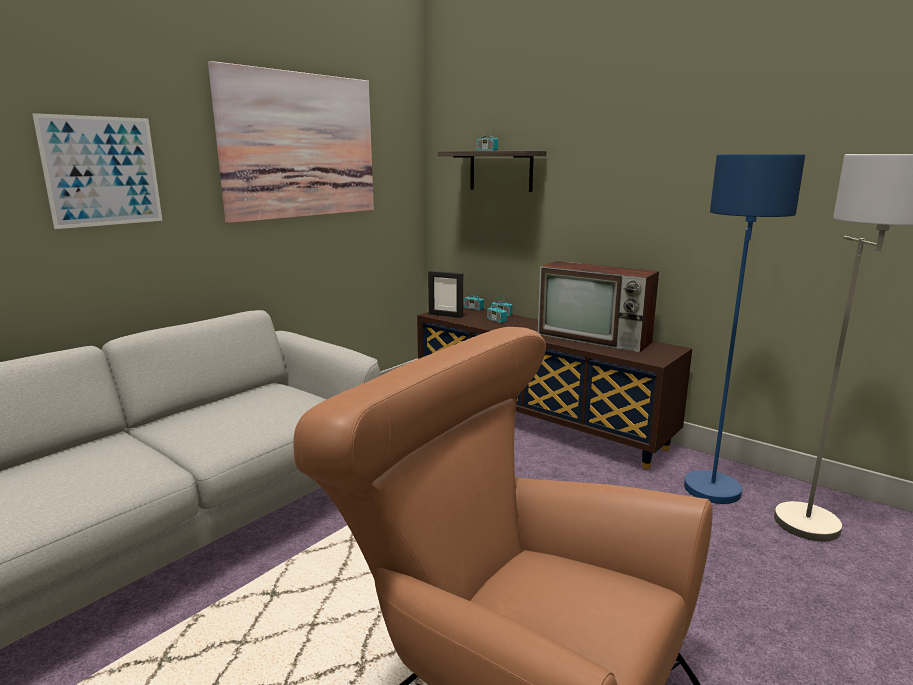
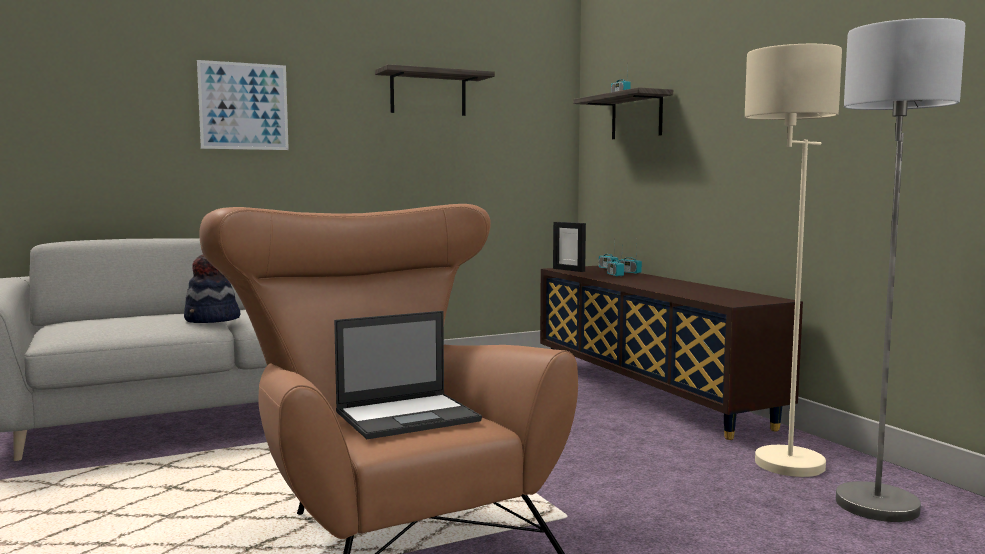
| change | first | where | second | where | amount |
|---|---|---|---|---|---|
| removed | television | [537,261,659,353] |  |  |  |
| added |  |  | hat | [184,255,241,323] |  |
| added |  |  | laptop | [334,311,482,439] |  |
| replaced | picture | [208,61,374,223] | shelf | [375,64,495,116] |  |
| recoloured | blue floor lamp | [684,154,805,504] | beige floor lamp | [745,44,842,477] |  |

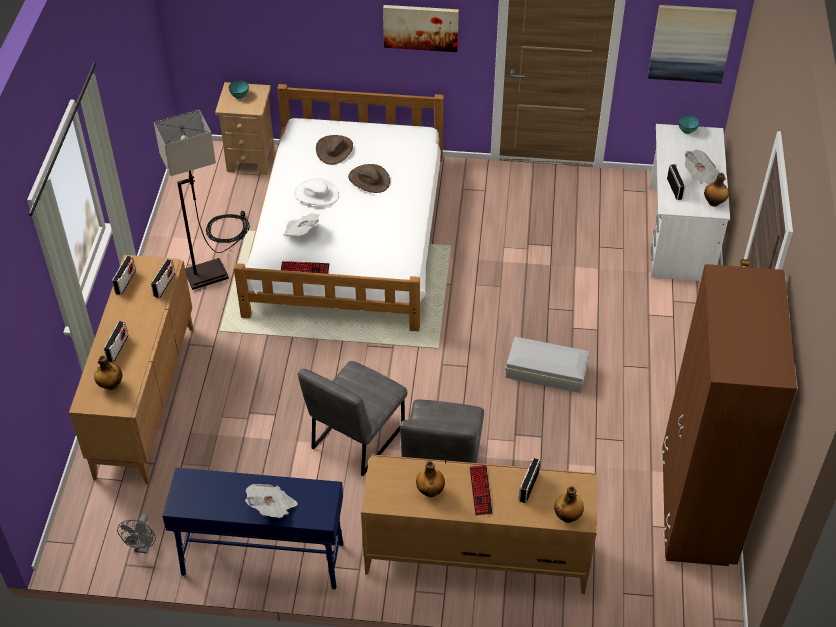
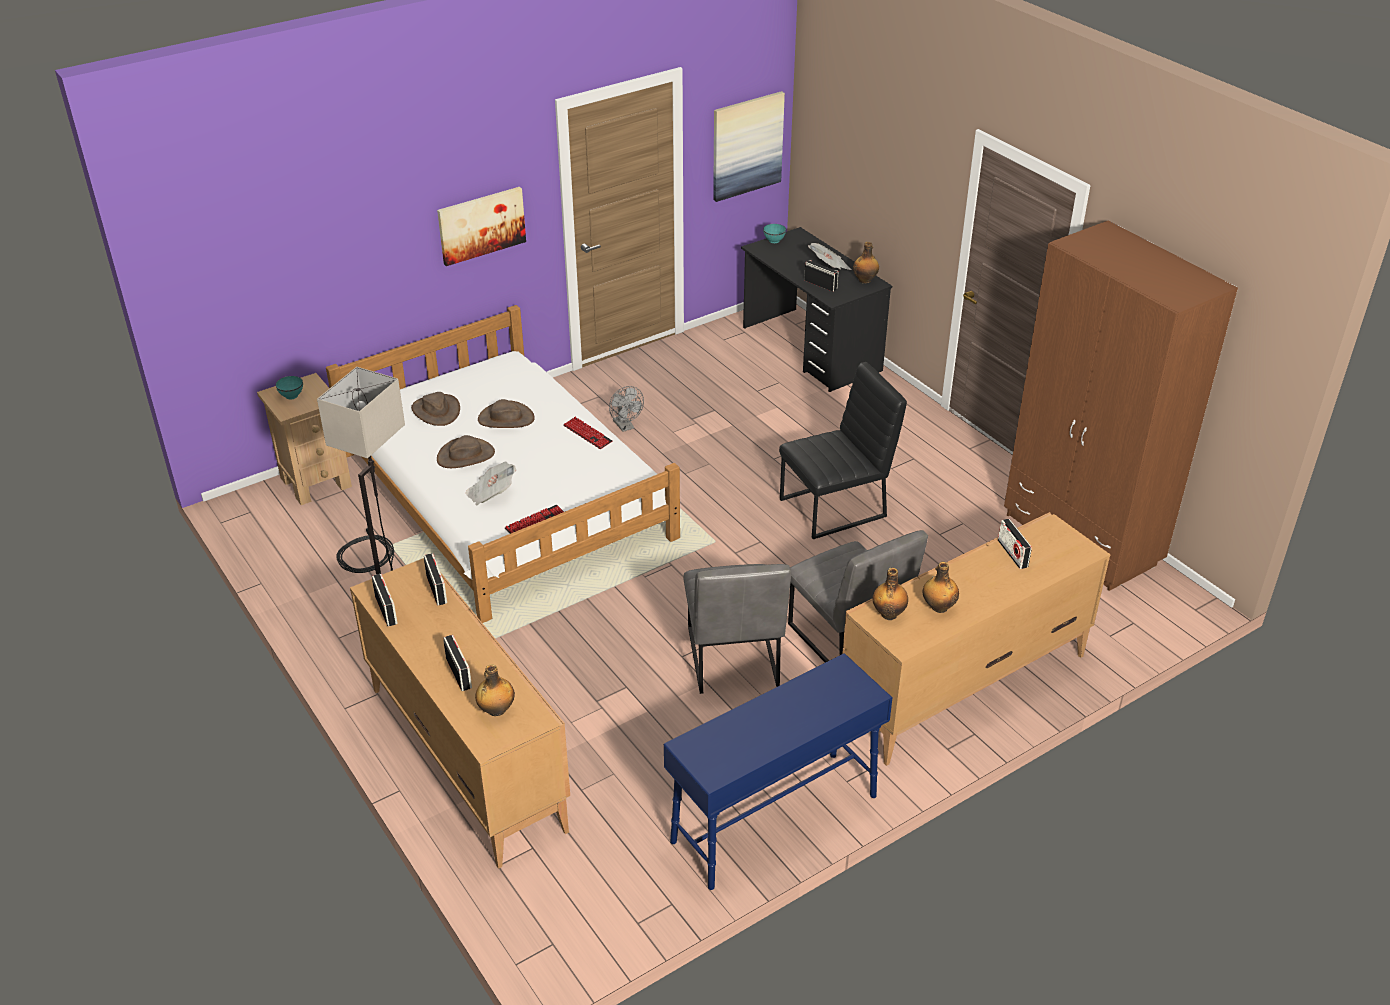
| change | first | where | second | where | amount |
|---|---|---|---|---|---|
| removed | newspaper | [245,484,298,518] |  |  |  |
| moved | grey fan | [117,514,156,554] |  | [609,386,644,432] |  |
| moved | keyboard | [470,465,492,515] |  | [563,417,613,449] |  |
| moved | bottle | [554,486,584,523] |  | [873,568,908,620] |  |
| replaced | white storage box | [505,337,590,393] | black chair | [779,362,907,539] |  |
| recoloured | white hat | [294,178,339,206] | brown hat | [437,435,495,468] |  |
| recoloured | white desk | [649,124,730,281] | black desk | [741,227,892,392] |  |

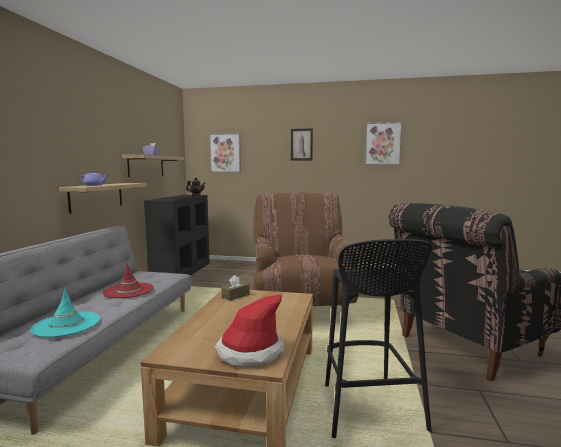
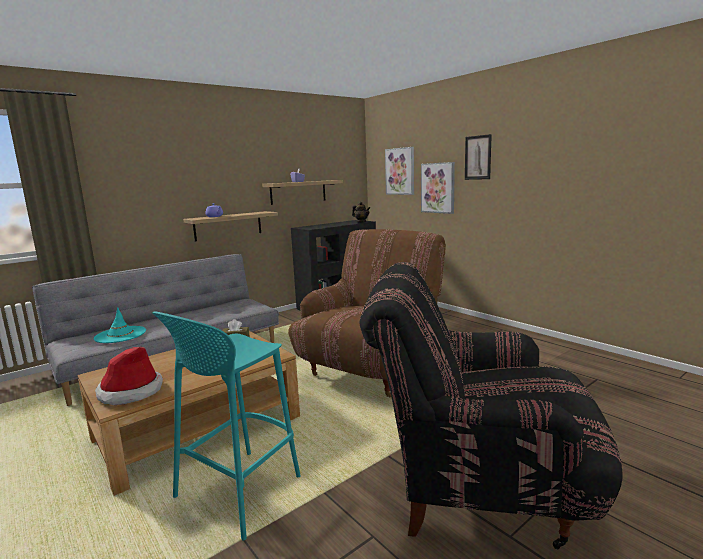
| change | first | where | second | where | amount |
|---|---|---|---|---|---|
| removed | red hat | [103,263,154,298] |  |  |  |
| moved | picture | [365,122,402,165] |  | [421,162,455,214] |  |
| recoloured | black stool | [325,239,432,438] | turquoise stool | [152,311,301,541] |  |

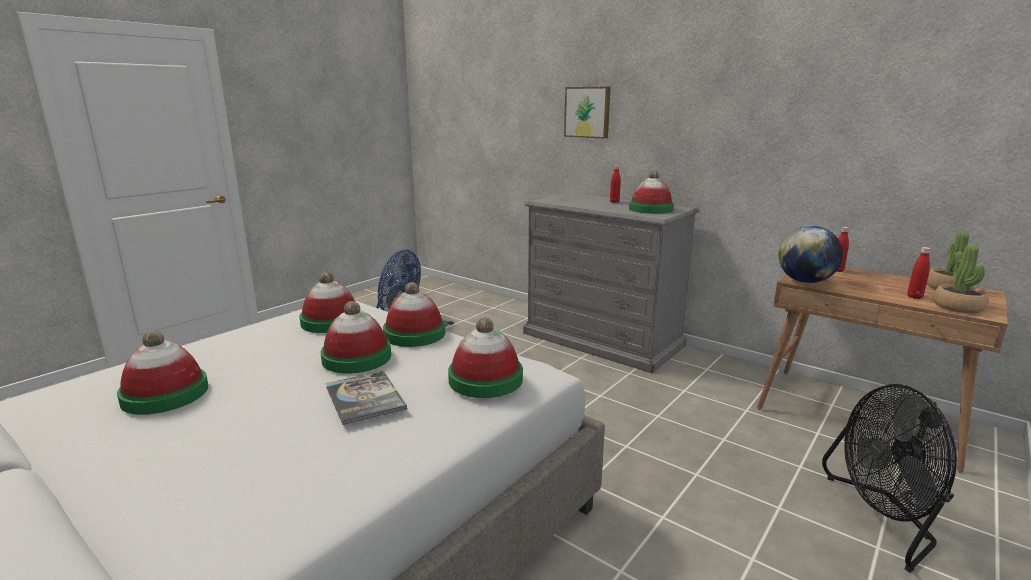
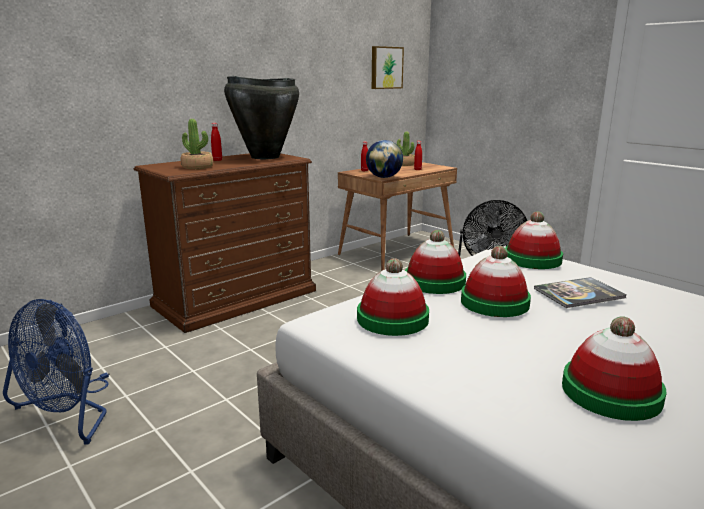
| change | first | where | second | where | amount |
|---|---|---|---|---|---|
| moved | picture | [564,86,610,139] |  | [372,46,404,89] |  |
| moved | potted plant | [934,244,988,313] |  | [180,119,213,169] |  |
| replaced | hat | [629,170,674,214] | black vase | [224,76,299,159] |  |
| recoloured | grey dresser | [523,193,699,373] | brown dresser | [134,153,316,333] |  |

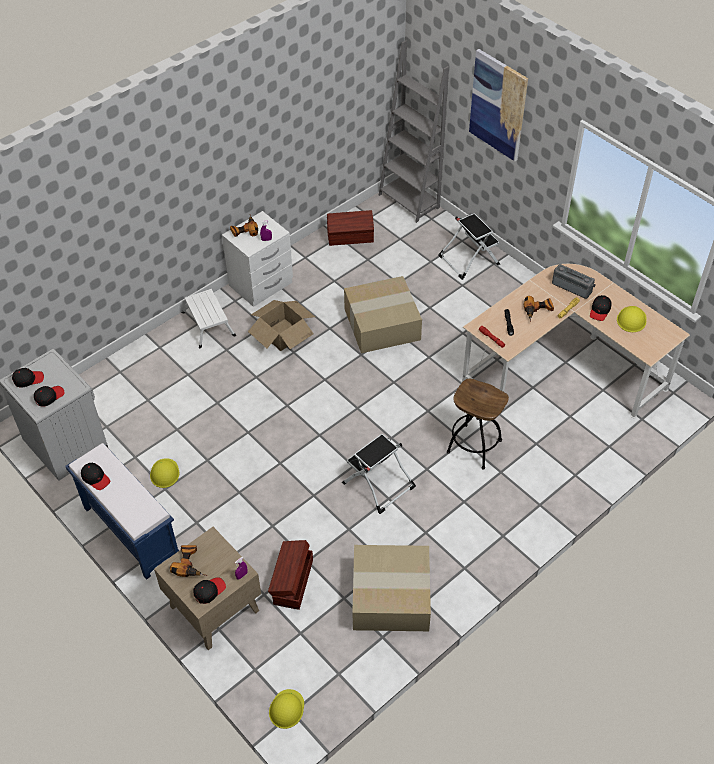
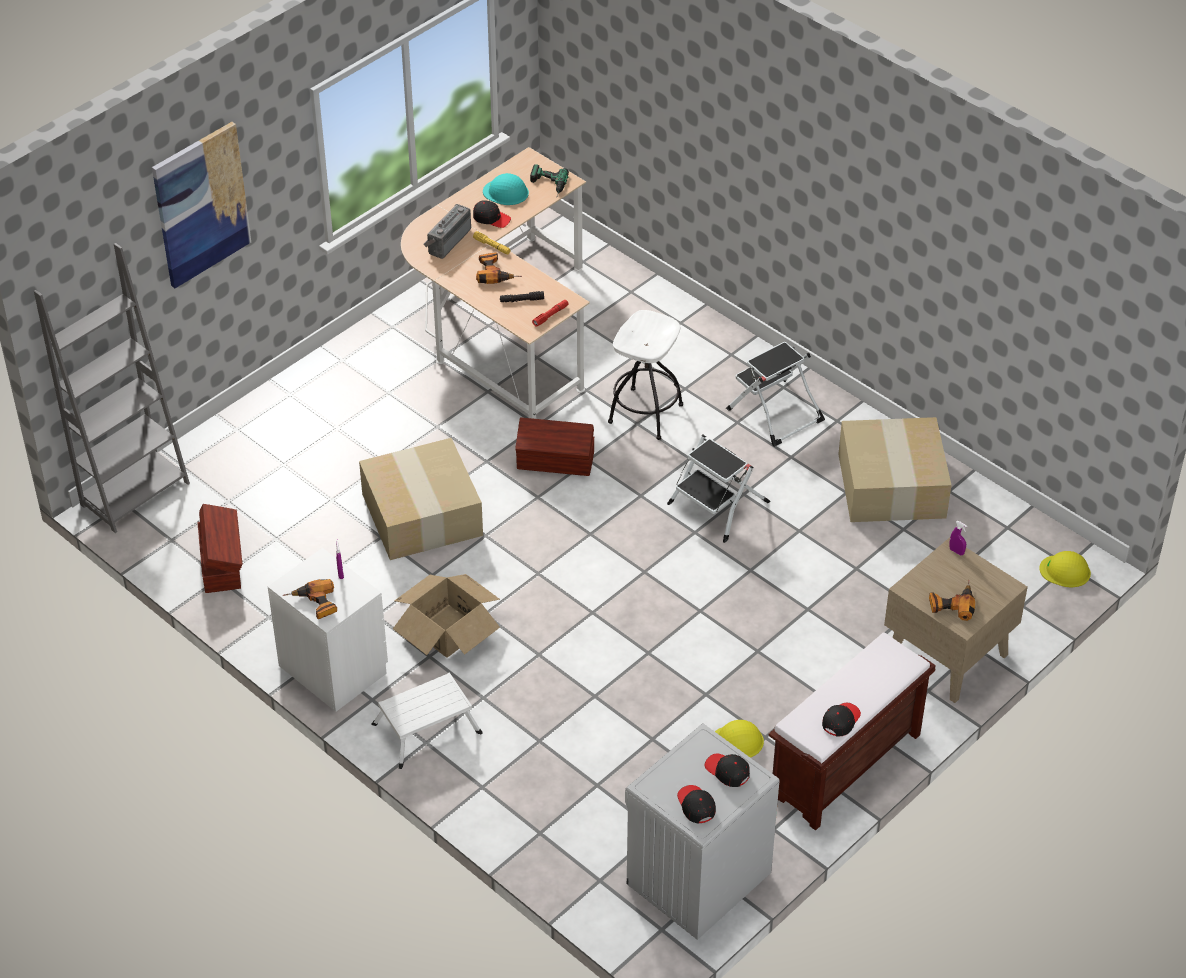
| change | first | where | second | where | amount |
|---|---|---|---|---|---|
| removed | black cap | [193,577,226,604] |  |  |  |
| added |  |  | power drill | [530,164,569,196] |  |
| moved | brown storage box | [268,540,313,610] |  | [515,417,594,476] |  |
| moved | step ladder | [438,214,500,280] |  | [726,342,825,447] |  |
| recoloured | blue bench | [65,443,179,580] | brown bench | [768,632,936,831] |  |
| recoloured | brown stool | [447,379,509,470] | white stool | [608,310,683,440] |  |
| recoloured | yellow hard hat | [617,306,646,332] | turquoise hard hat | [483,173,529,205] |  |

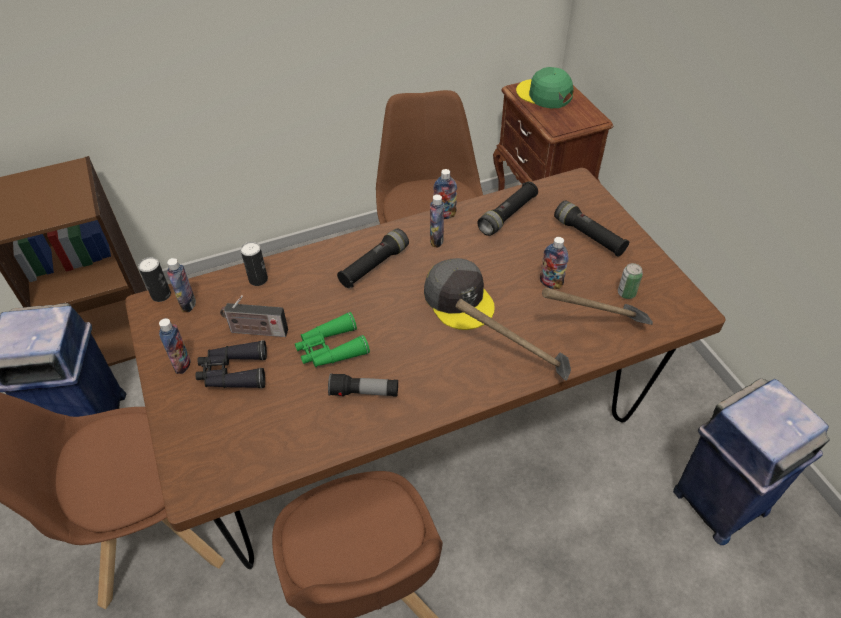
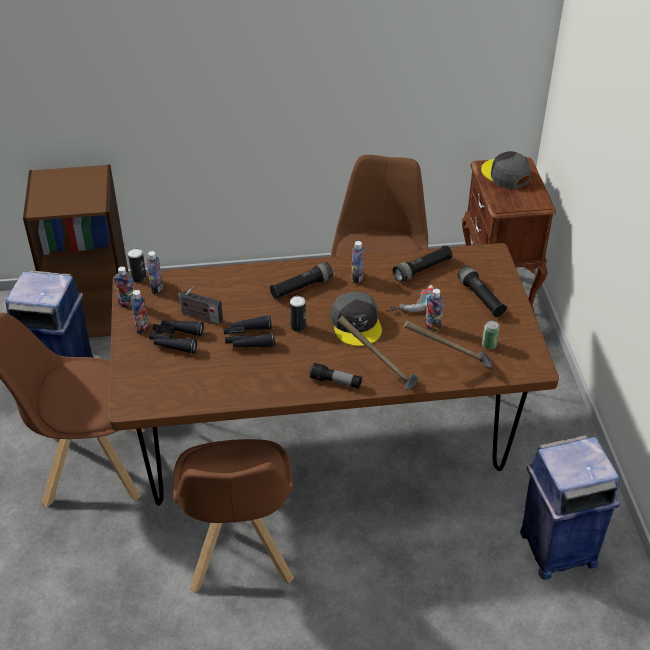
| change | first | where | second | where | amount |
|---|---|---|---|---|---|
| added |  |  | power drill | [386,285,434,312] |  |
| moved | can | [241,242,268,286] |  | [290,296,306,332] |  |
| moved | flashlight | [328,373,398,397] |  | [309,362,362,389] |  |
| moved | bottle | [433,169,457,219] |  | [114,267,135,308] |  |
| recoloured | green binoculars | [295,312,370,367] | black binoculars | [223,315,275,348] |  |
| recoloured | green cap | [516,67,573,108] | grey cap | [481,151,531,189] |  |

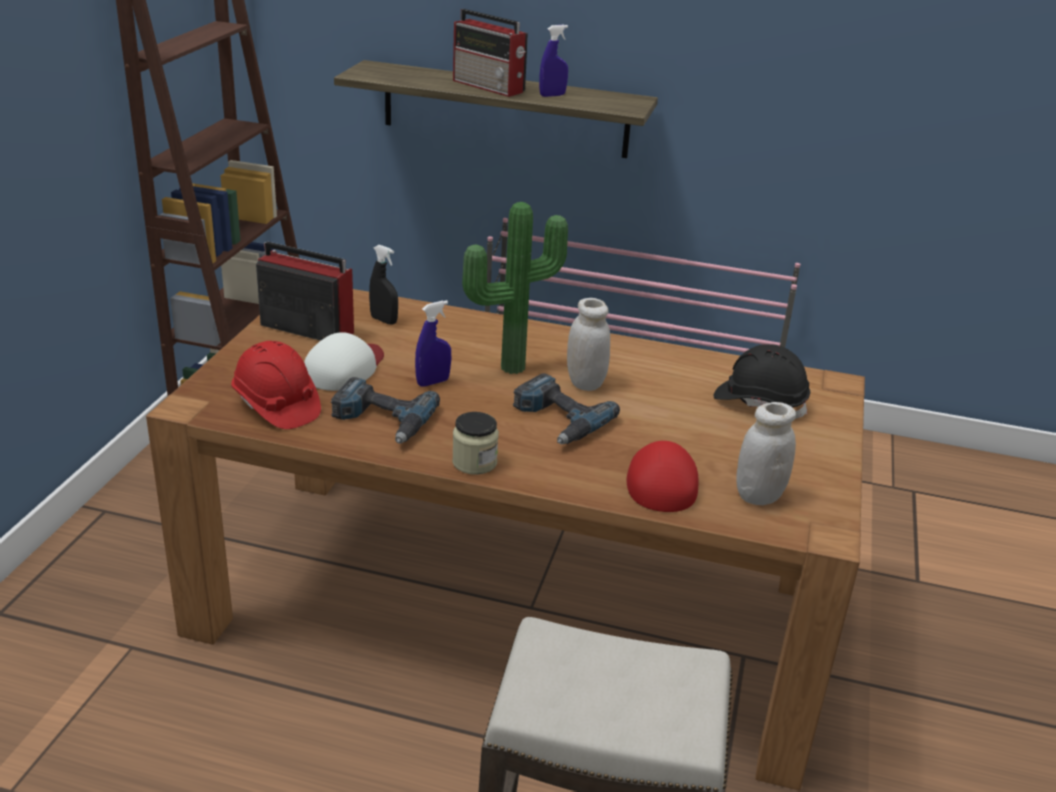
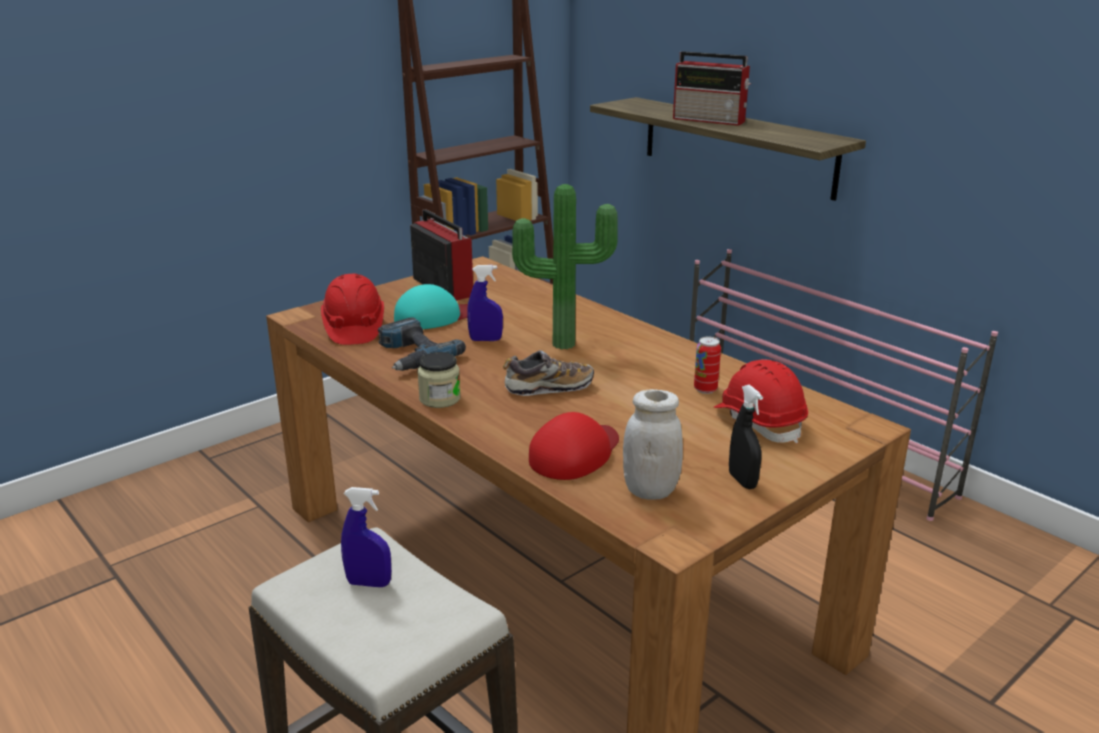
| change | first | where | second | where | amount |
|---|---|---|---|---|---|
| removed | white jar | [567,298,610,391] |  |  |  |
| added |  |  | can | [694,337,721,394] |  |
| moved | black spray bottle | [369,245,398,325] |  | [729,384,763,489] |  |
| moved | blue spray bottle | [539,25,568,97] |  | [341,487,391,588] |  |
| replaced | power drill | [513,373,620,444] | shoe | [503,350,594,396] |  |
| recoloured | white cap | [304,332,384,391] | turquoise cap | [394,284,468,329] |  |
| recoloured | black hard hat | [714,344,810,419] | red hard hat | [714,359,808,444] |  |
| turned | radio | [453,9,528,97] |  | [673,51,751,126] | 45 degrees counterclockwise |

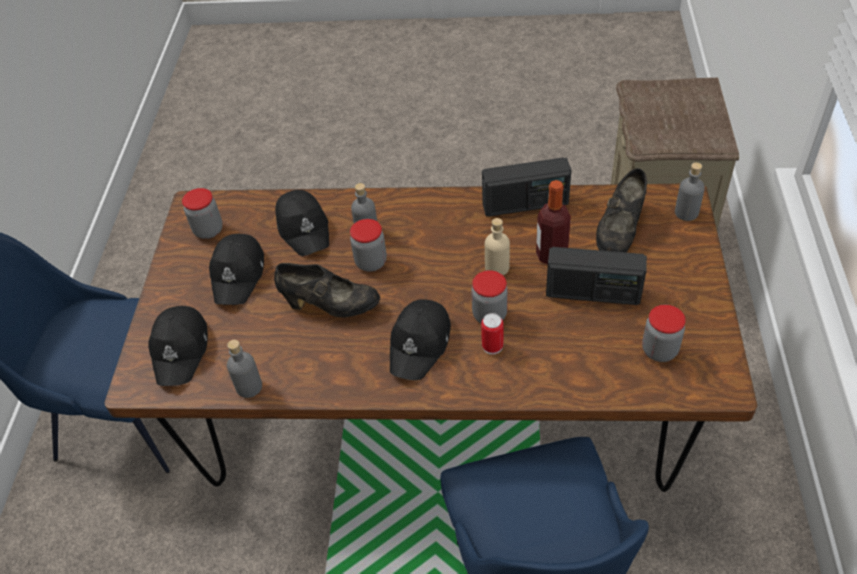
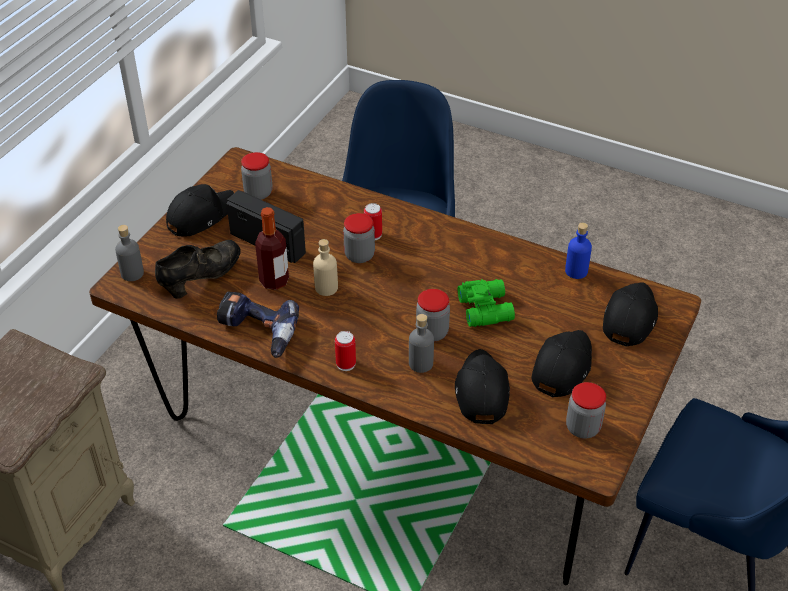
| change | first | where | second | where | amount |
|---|---|---|---|---|---|
| added |  |  | can | [335,331,356,371] |  |
| moved | black cap | [390,299,451,380] |  | [166,184,234,236] |  |
| replaced | black shoe | [274,263,380,317] | green binoculars | [458,279,515,327] |  |
| replaced | radio | [482,157,571,216] | power drill | [217,291,299,358] |  |
| recoloured | grey bottle | [227,340,262,398] | blue bottle | [565,222,592,279] |  |

